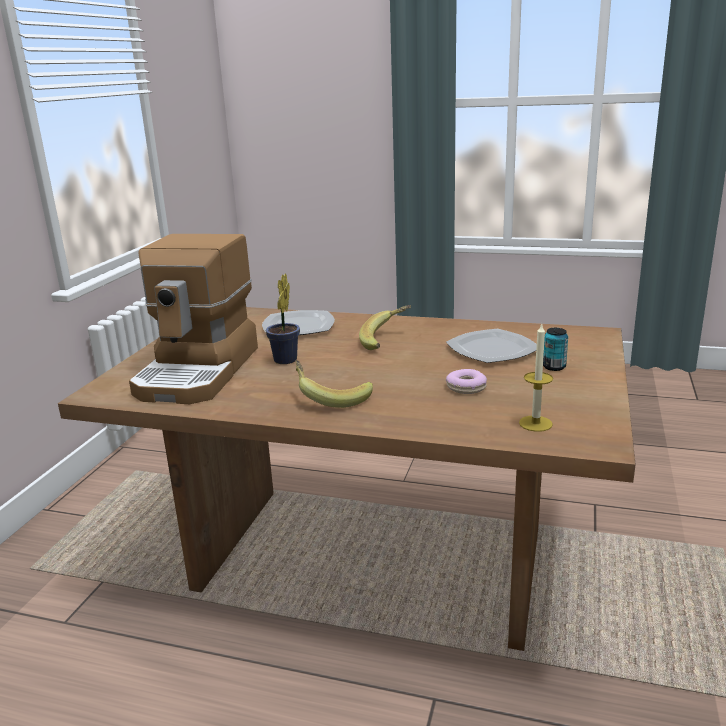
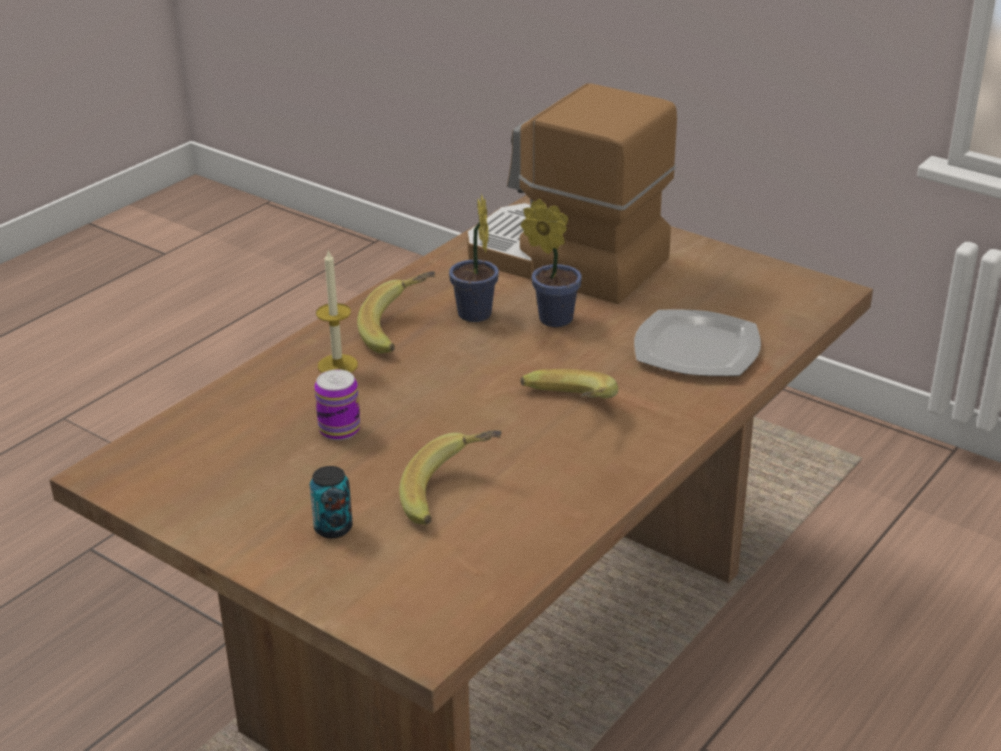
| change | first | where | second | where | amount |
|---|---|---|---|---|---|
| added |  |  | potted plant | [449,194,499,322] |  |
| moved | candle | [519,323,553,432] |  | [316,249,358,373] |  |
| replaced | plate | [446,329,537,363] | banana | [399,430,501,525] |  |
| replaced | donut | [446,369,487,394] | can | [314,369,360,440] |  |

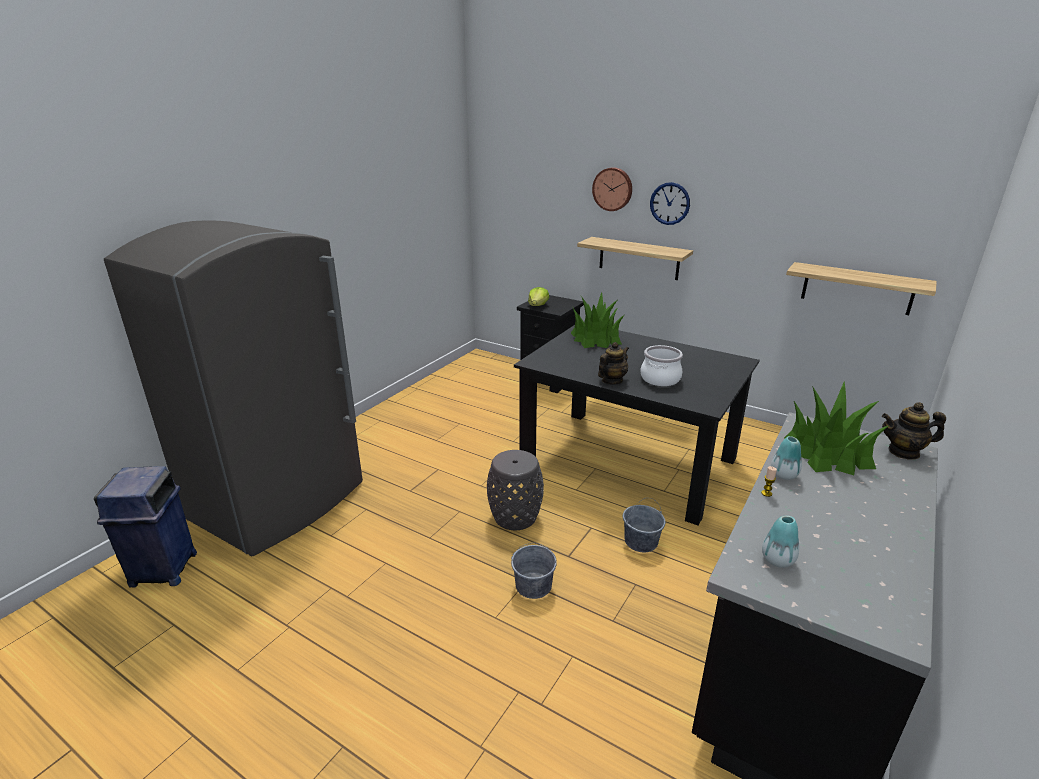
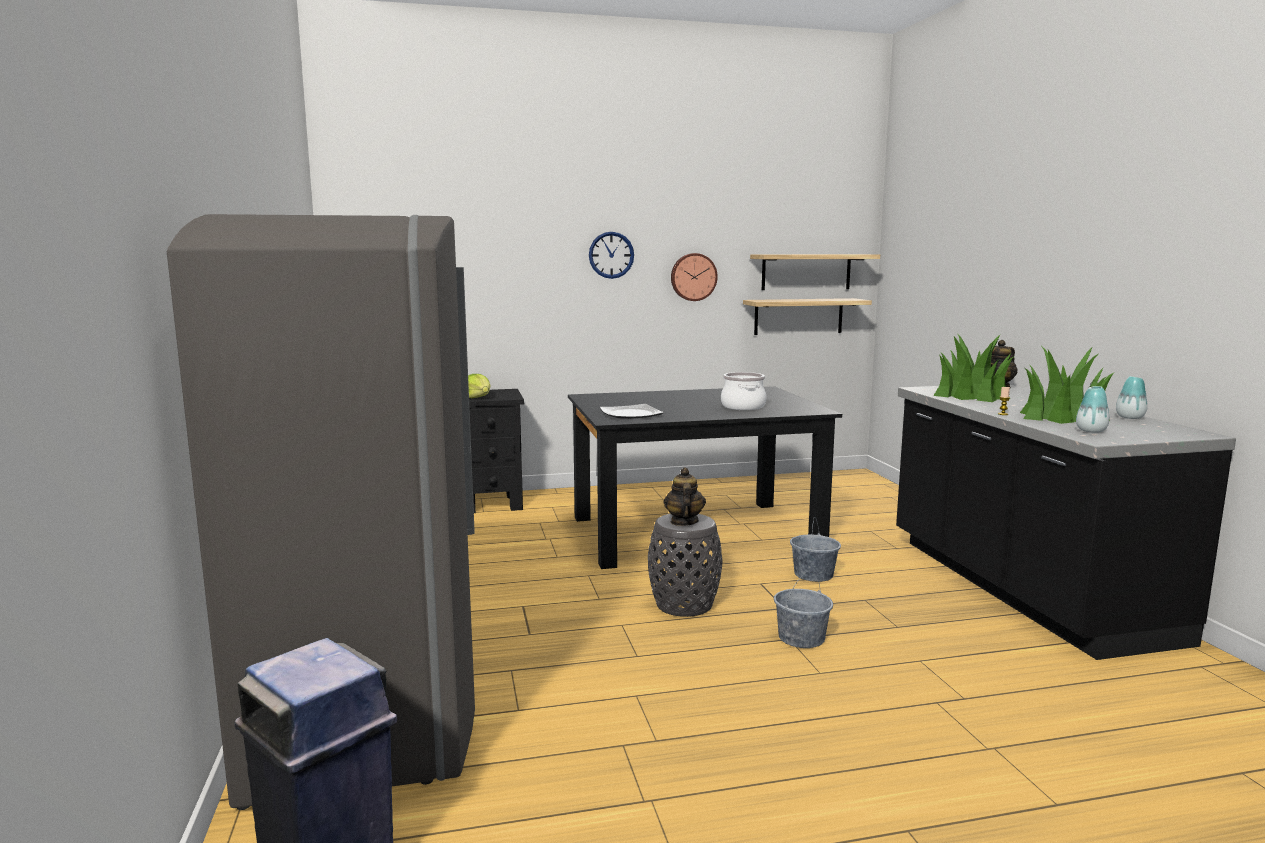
| change | first | where | second | where | amount |
|---|---|---|---|---|---|
| added |  |  | plate | [600,404,664,419] |  |
| moved | potted plant | [571,293,624,348] |  | [1020,346,1115,424] |  |
| moved | shelf | [577,237,693,280] |  | [750,254,880,290] |  |
| moved | wall clock | [592,167,632,211] |  | [671,253,718,301] |  |
| moved | teapot | [598,342,629,385] |  | [663,467,706,526] |  |
| moved | vase | [771,436,802,480] |  | [1116,376,1148,419] |  |

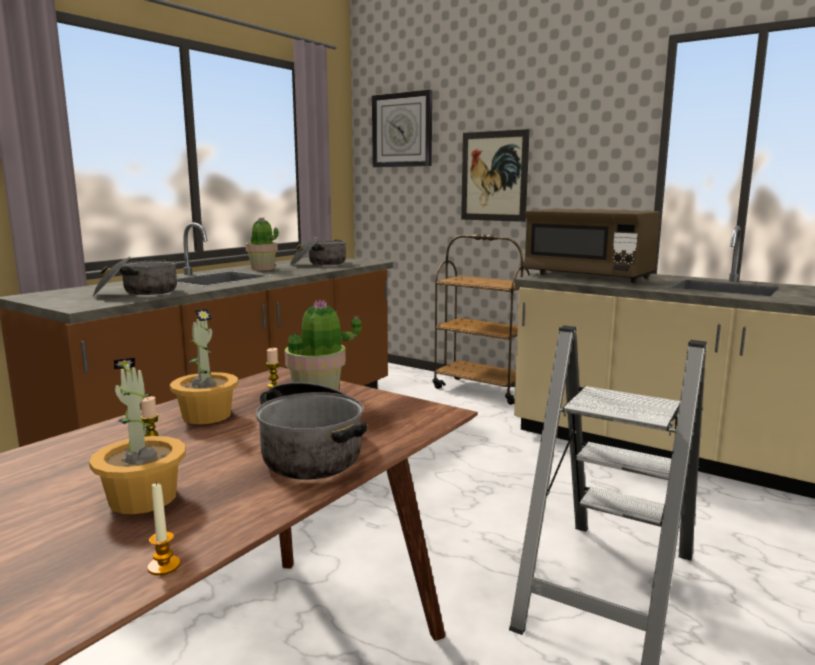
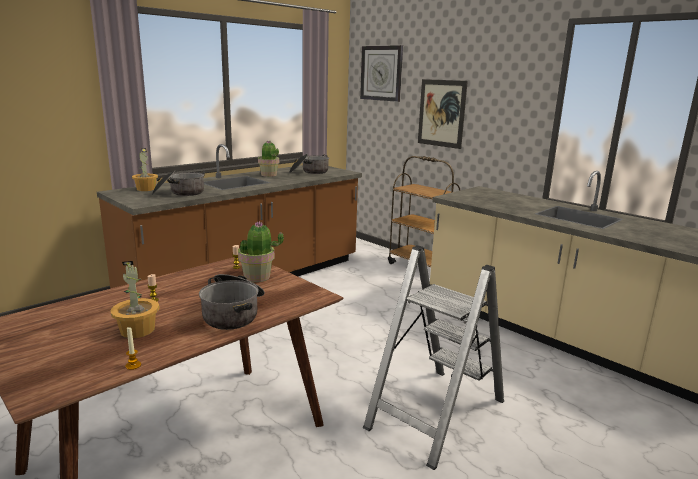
| change | first | where | second | where | amount |
|---|---|---|---|---|---|
| removed | brown microwave | [523,209,660,283] |  |  |  |
| moved | potted plant | [170,309,238,424] |  | [132,148,158,191] |  |

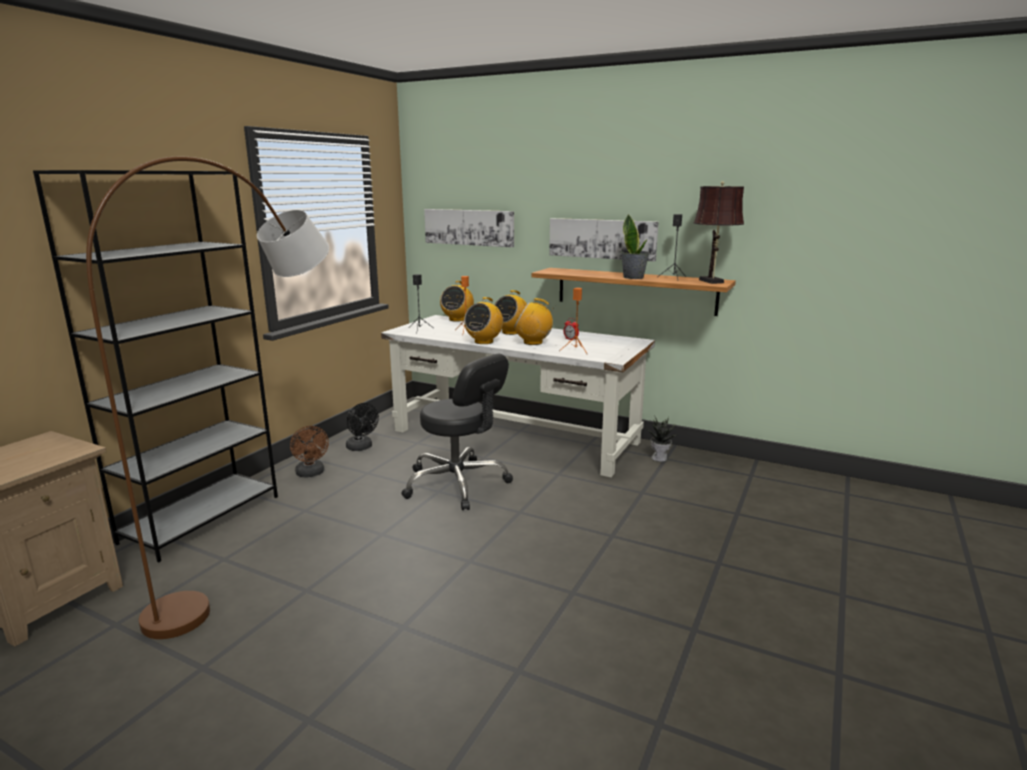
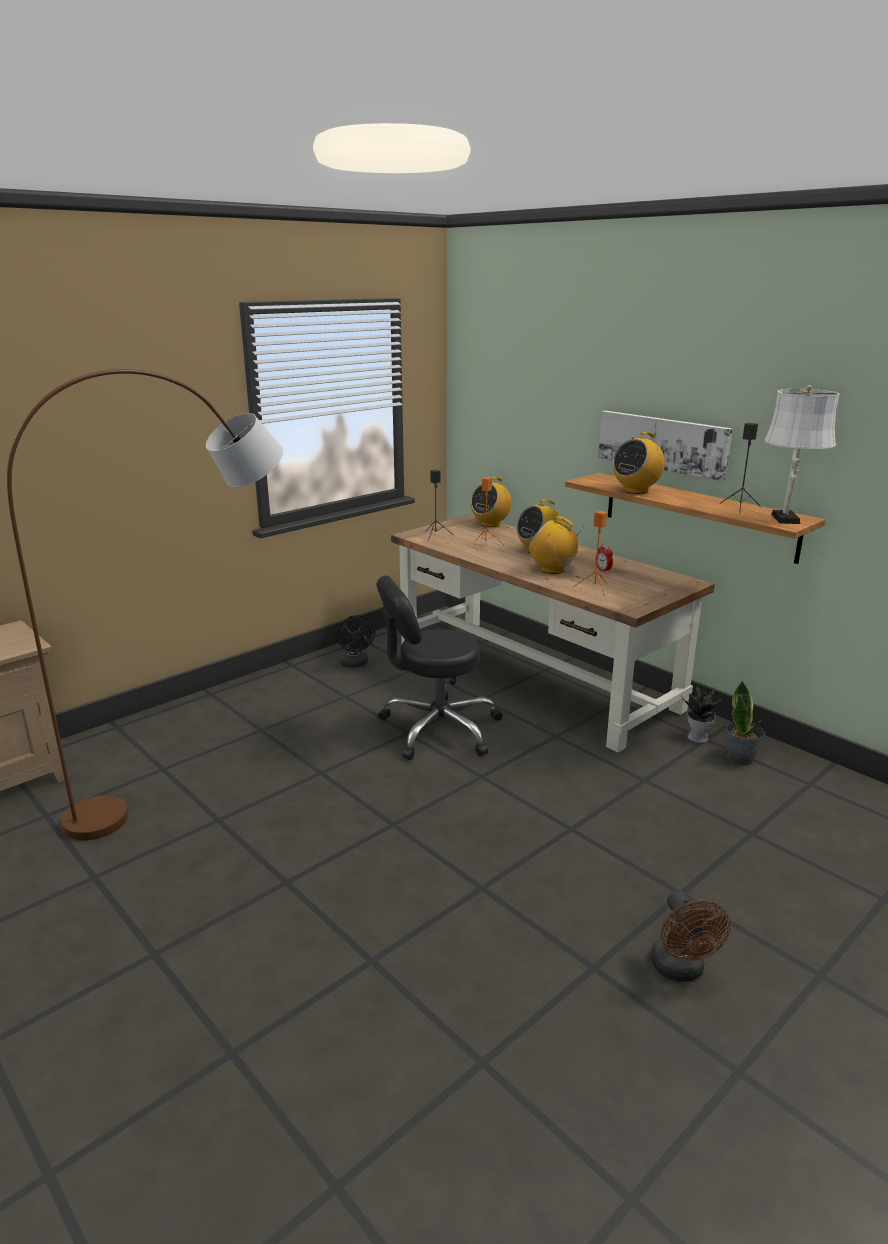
| change | first | where | second | where | amount |
|---|---|---|---|---|---|
| removed | grey bookcase | [33,170,278,562] |  |  |  |
| removed | picture | [424,209,514,247] |  |  |  |
| moved | brown fan | [290,426,329,477] |  | [651,891,730,982] |  |
| moved | radio | [464,297,503,344] |  | [613,432,665,494] |  |
| moved | potted plant | [621,214,650,279] |  | [726,681,765,765] |  |
| recoloured | white desk | [381,315,655,478] | brown desk | [391,514,715,753] |  |
| recoloured | brown table lamp | [694,181,744,284] | white table lamp | [764,385,840,524] |  |
| turned | black office chair | [401,353,513,510] |  | [376,576,503,760] | 105 degrees clockwise |

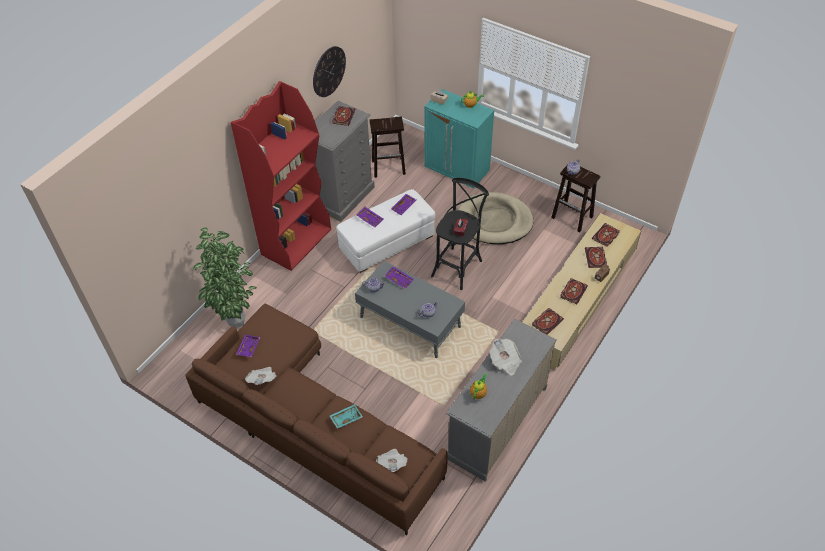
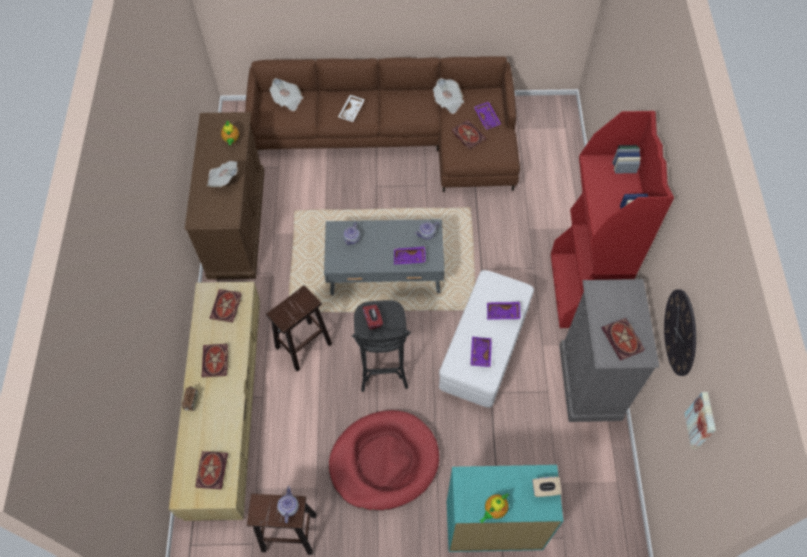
| change | first | where | second | where | amount |
|---|---|---|---|---|---|
| removed | potted plant | [193,227,257,328] |  |  |  |
| added |  |  | picture | [684,392,716,449] |  |
| moved | brown stool | [370,116,406,178] |  | [266,285,332,372] |  |
| moved | book | [585,247,607,268] |  | [452,120,486,149] |  |
| recoloured | turquoise tray | [330,404,363,429] | white tray | [338,95,365,122] |  |
| recoloured | grey cabinet | [446,319,556,482] | brown cabinet | [185,112,264,280] |  |
| recoloured | beige dog bed | [458,192,533,244] | red dog bed | [329,410,439,511] |  |

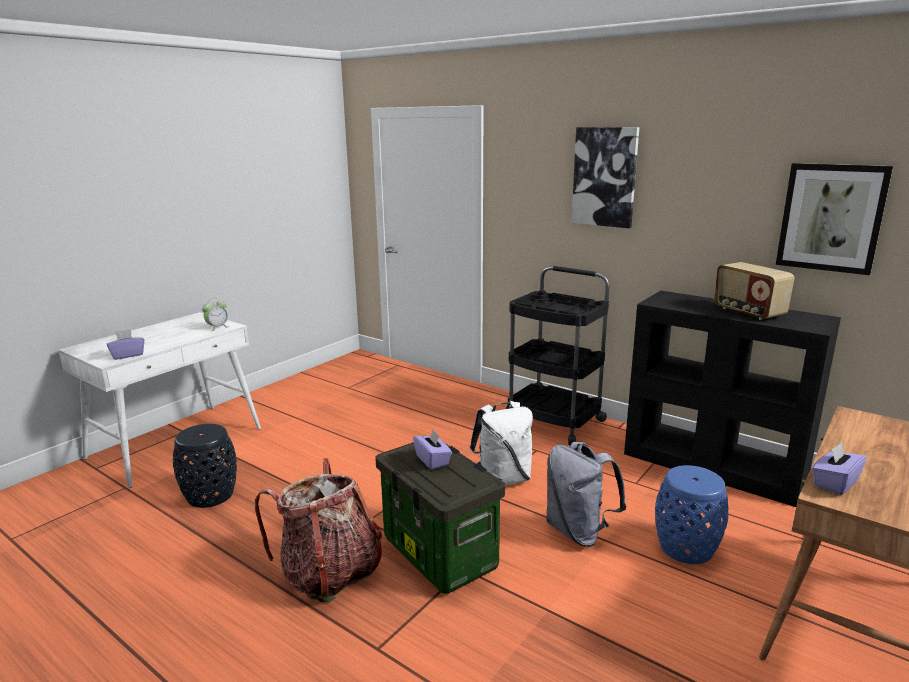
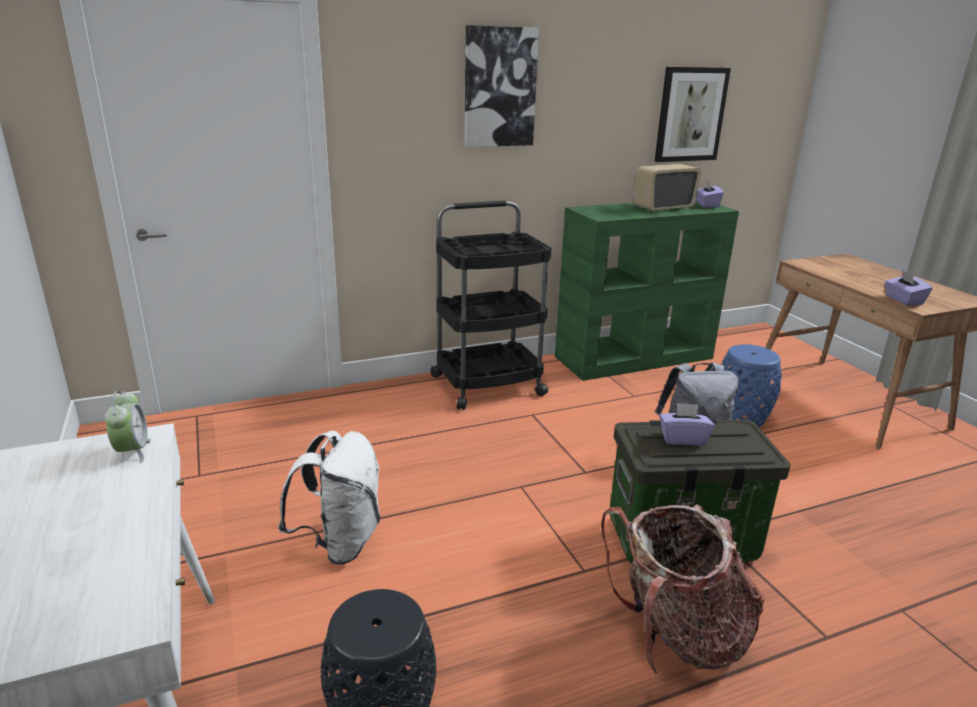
| change | first | where | second | where | amount |
|---|---|---|---|---|---|
| moved | purple tissue box | [107,329,144,360] |  | [696,181,723,208] |  |
| moved | white backpack | [469,401,533,485] |  | [278,431,381,565] |  |
| recoloured | black bookcase | [624,291,841,507] | green bookcase | [554,199,739,381] |  |
| turned | radio | [714,262,795,320] |  | [633,164,701,212] | 150 degrees clockwise |

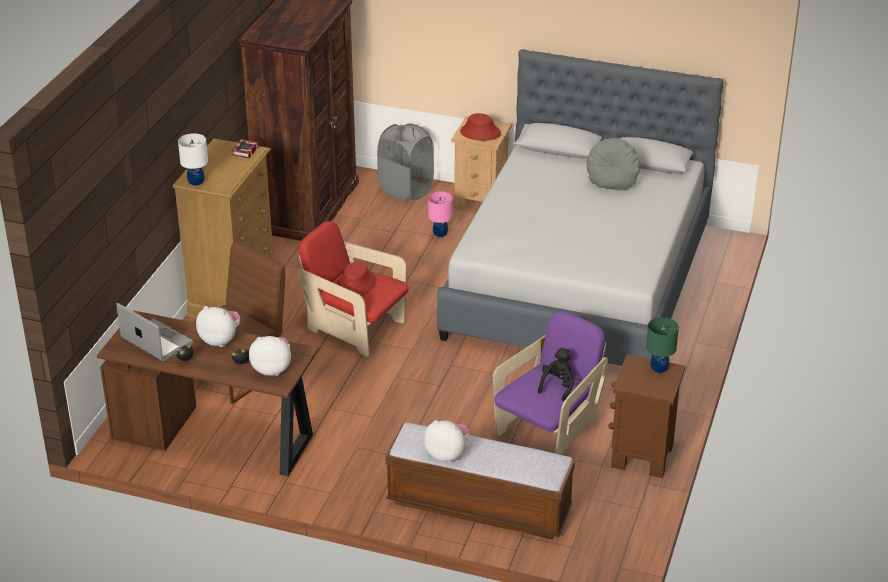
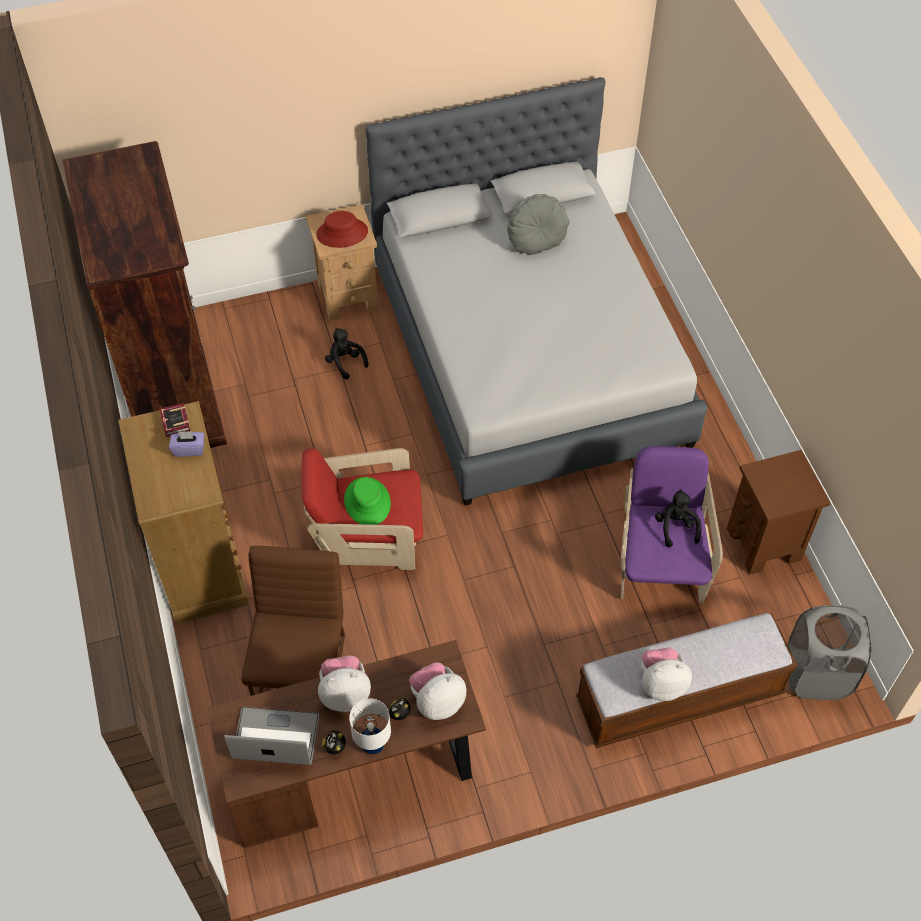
| change | first | where | second | where | amount |
|---|---|---|---|---|---|
| removed | green table lamp | [646,317,679,373] |  |  |  |
| added |  |  | purple tissue box | [169,431,204,457] |  |
| moved | white table lamp | [178,133,208,186] |  | [349,699,391,754] |  |
| moved | grey laundry basket | [377,123,434,201] |  | [788,604,871,700] |  |
| replaced | pink table lamp | [428,191,453,237] | black plush toy | [325,328,368,379] |  |
| recoloured | red hat | [337,262,376,296] | green hat | [344,477,391,525] |  |

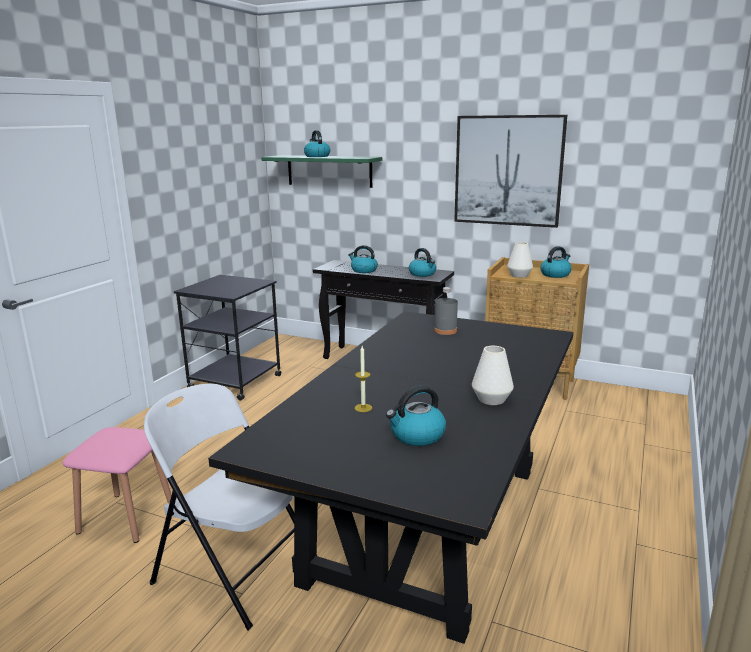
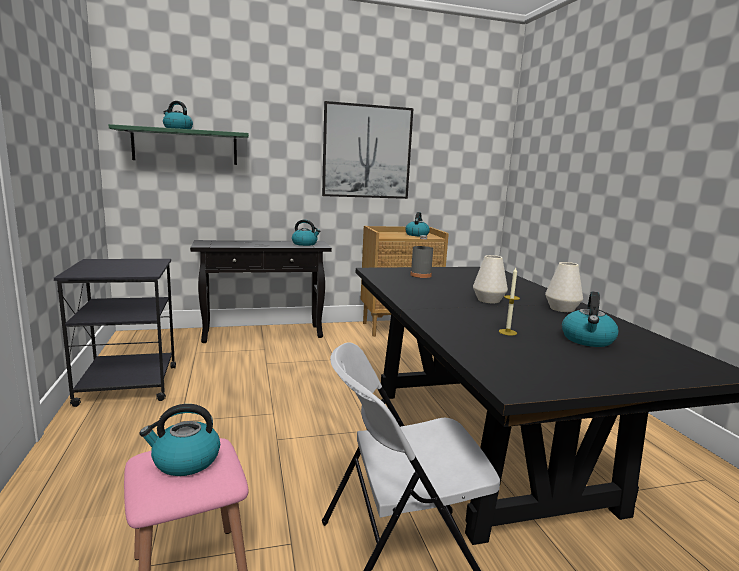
| change | first | where | second | where | amount |
|---|---|---|---|---|---|
| moved | kettle | [348,245,378,273] |  | [139,404,220,476] |  |
| moved | white vase | [507,242,533,278] |  | [473,255,508,303] |  |

